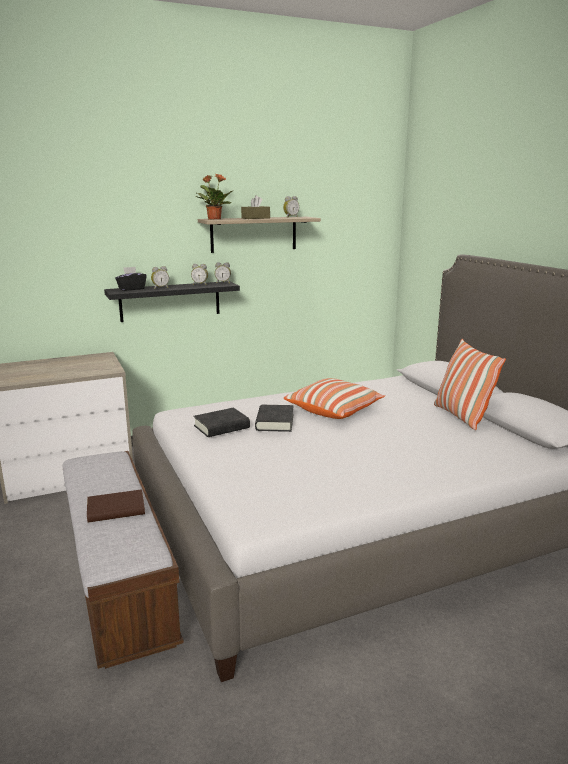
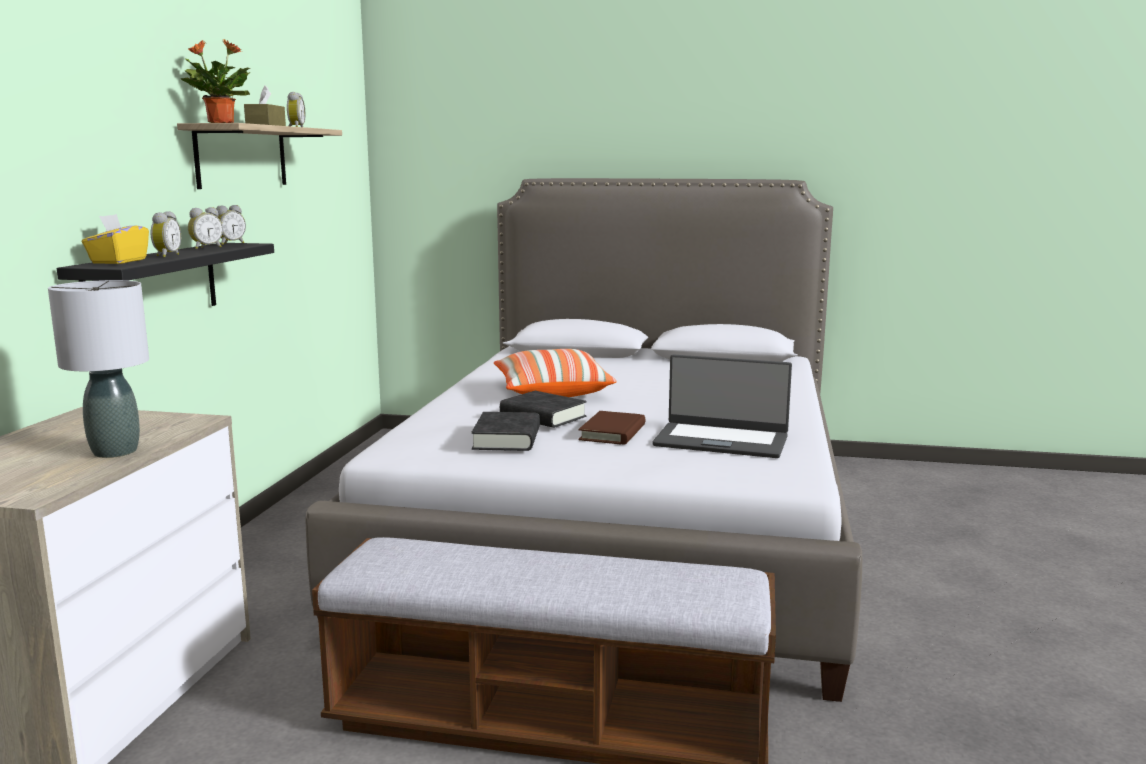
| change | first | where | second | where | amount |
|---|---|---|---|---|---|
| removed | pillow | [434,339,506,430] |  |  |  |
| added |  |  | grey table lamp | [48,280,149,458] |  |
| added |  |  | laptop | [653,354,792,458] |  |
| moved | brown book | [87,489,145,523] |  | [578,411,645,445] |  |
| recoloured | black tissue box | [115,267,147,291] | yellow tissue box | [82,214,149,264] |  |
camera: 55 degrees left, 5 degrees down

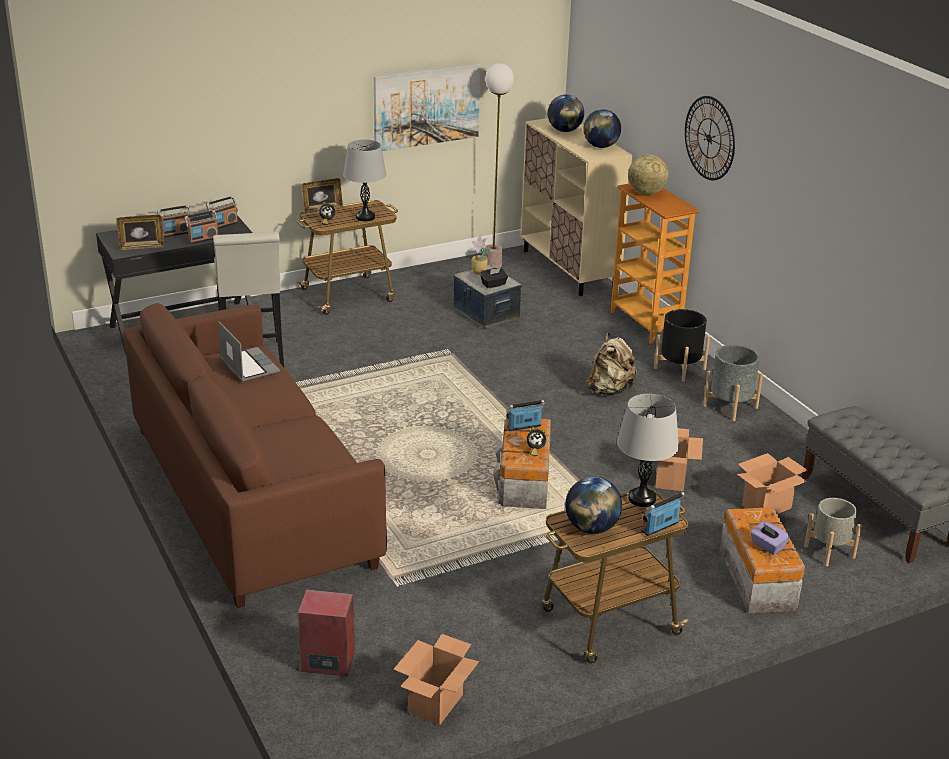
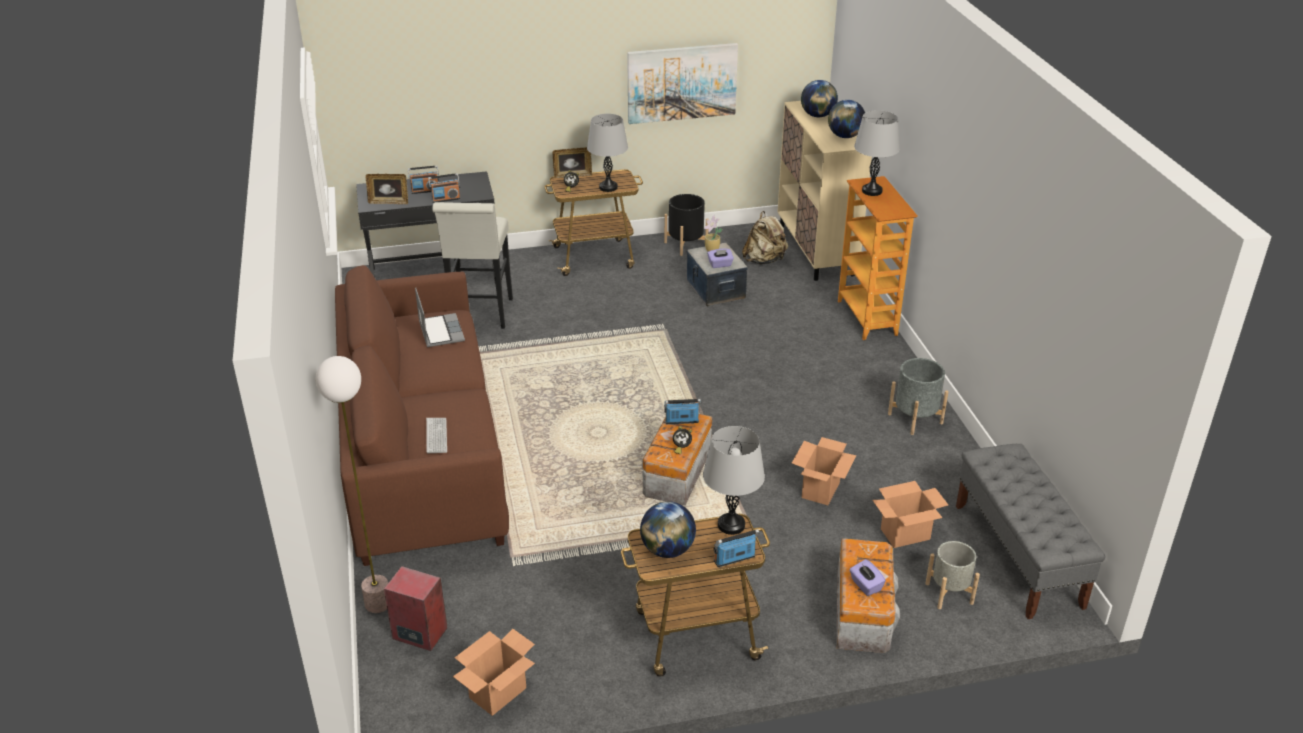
| change | first | where | second | where | amount |
|---|---|---|---|---|---|
| removed | radio | [206,196,238,229] |  |  |  |
| removed | wall clock | [685,96,735,180] |  |  |  |
| added |  |  | keyboard | [426,418,447,453] |  |
| moved | floor lamp | [484,63,514,268] |  | [316,356,388,613] |  |
| moved | beige backpack | [587,333,637,395] |  | [742,211,788,265] |  |
| moved | black planter | [654,309,710,382] |  | [664,194,709,256] |  |
| replaced | globe | [628,154,669,195] | grey table lamp | [854,110,900,196] |  |
| recoloured | black tissue box | [480,268,508,288] | purple tissue box | [707,249,734,268] |  |
camera: 15 degrees right, 5 degrees up

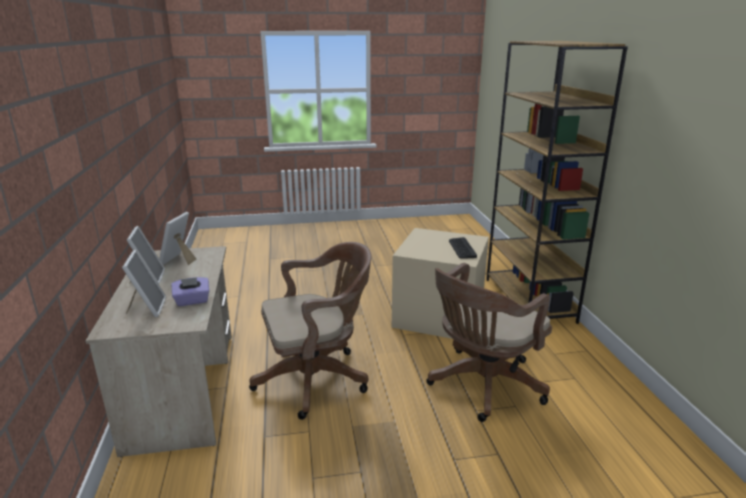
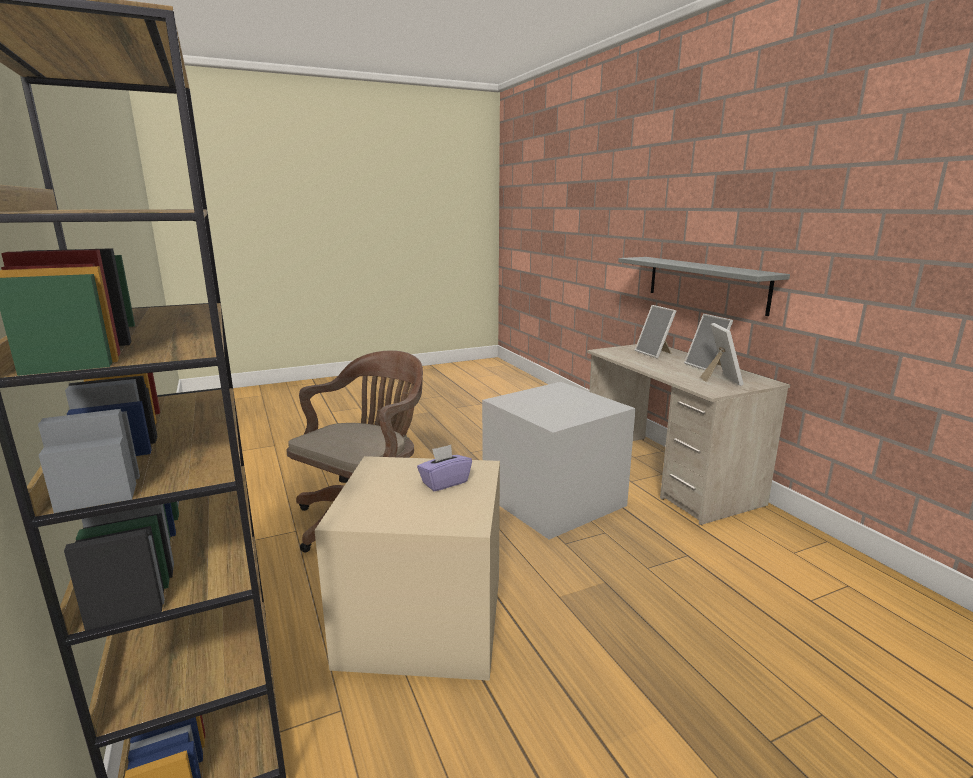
| change | first | where | second | where | amount |
|---|---|---|---|---|---|
| removed | keyboard | [449,237,477,259] |  |  |  |
| added |  |  | grey shelf | [618,257,790,316] |  |
| moved | purple tissue box | [171,277,209,306] |  | [417,445,472,491] |  |
| replaced | brown office chair | [249,242,371,420] | grey storage box | [482,382,636,539] |  |
camera: 165 degrees right, 5 degrees down

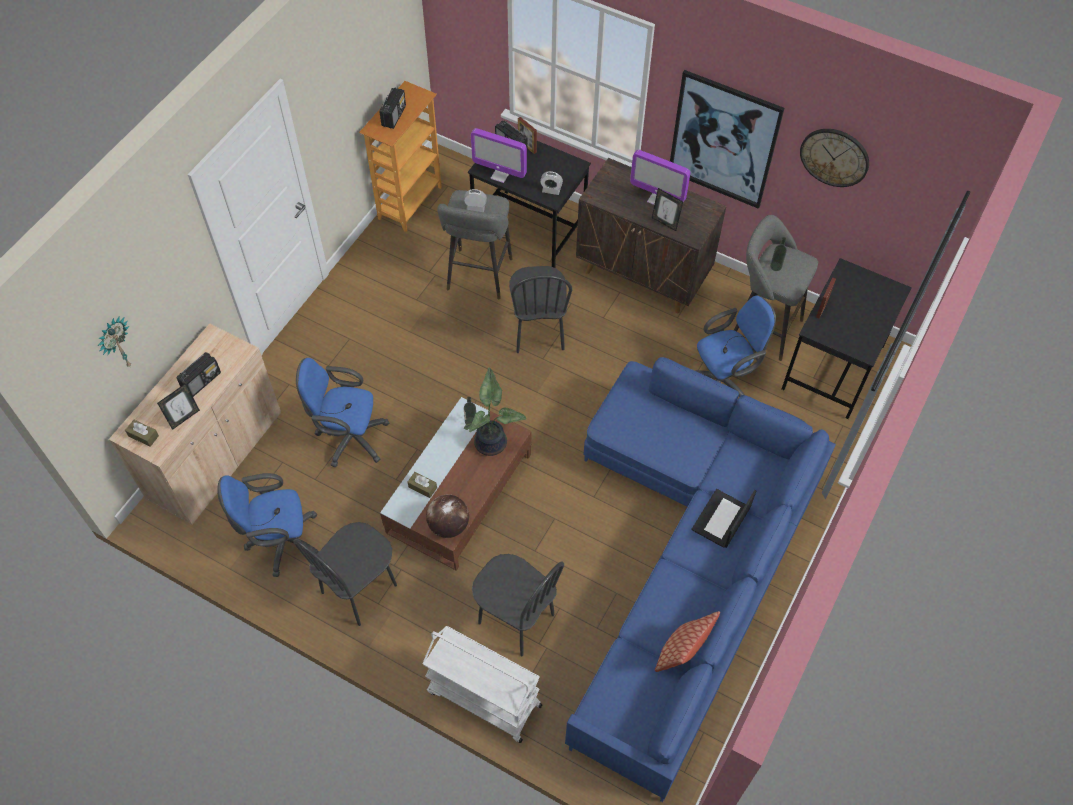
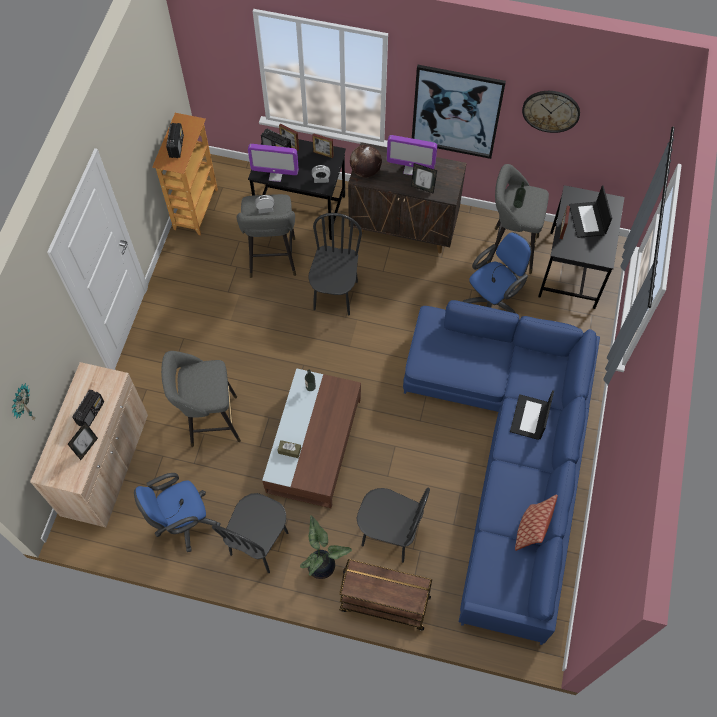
| change | first | where | second | where | amount |
|---|---|---|---|---|---|
| removed | brown tissue box | [125,420,159,447] |  |  |  |
| added |  |  | picture frame | [312,133,334,158] |  |
| added |  |  | laptop | [569,186,612,238] |  |
| moved | globe | [426,494,469,538] |  | [350,145,382,177] |  |
| moved | potted plant | [464,367,526,456] |  | [300,515,352,579] |  |
| replaced | blue office chair | [296,358,389,467] | grey stool | [161,351,241,447] |  |
| recoloured | white cart | [422,626,542,743] | brown cart | [339,559,432,631] |  |
| turned | black chair | [509,266,572,353] |  | [308,213,362,315] | 150 degrees counterclockwise |
camera: 15 degrees left, 5 degrees up

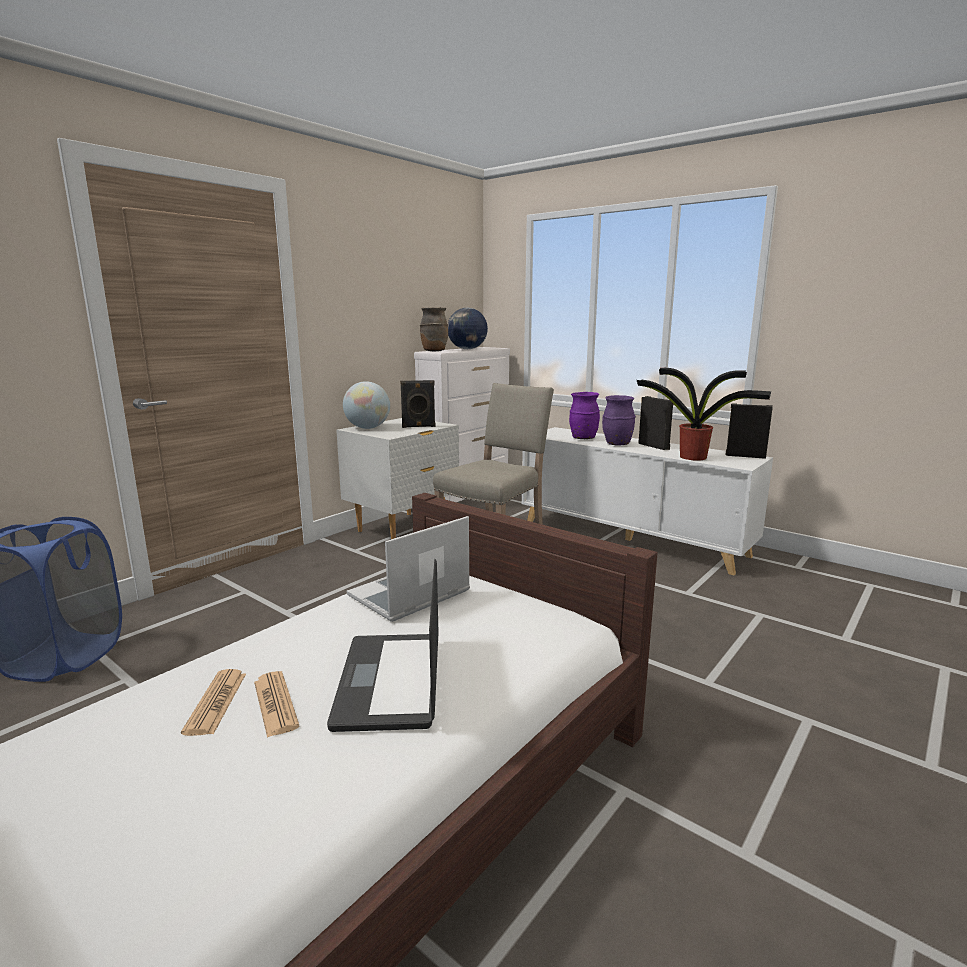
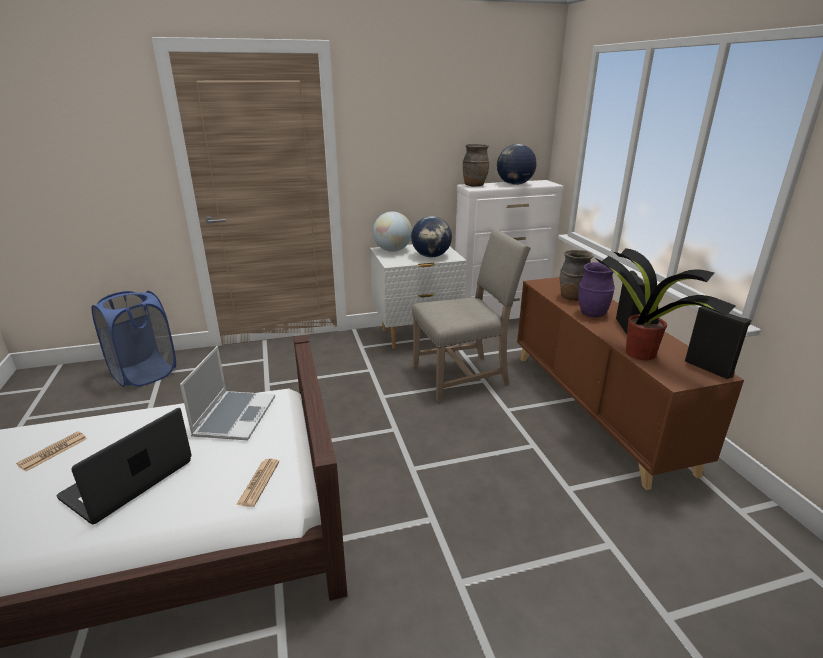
| change | first | where | second | where | amount |
|---|---|---|---|---|---|
| moved | newspaper | [254,671,299,738] |  | [236,459,279,507] |  |
| replaced | black speaker | [400,380,435,428] | globe | [411,216,452,257] |  |
| recoloured | white cabinet | [522,427,773,575] | brown cabinet | [517,277,744,490] |  |
| recoloured | purple vase | [569,392,600,439] | brown vase | [560,250,594,301] |  |
| turned | laptop | [347,516,470,622] |  | [180,346,275,440] | 105 degrees clockwise |
camera: 35 degrees right, 10 degrees up

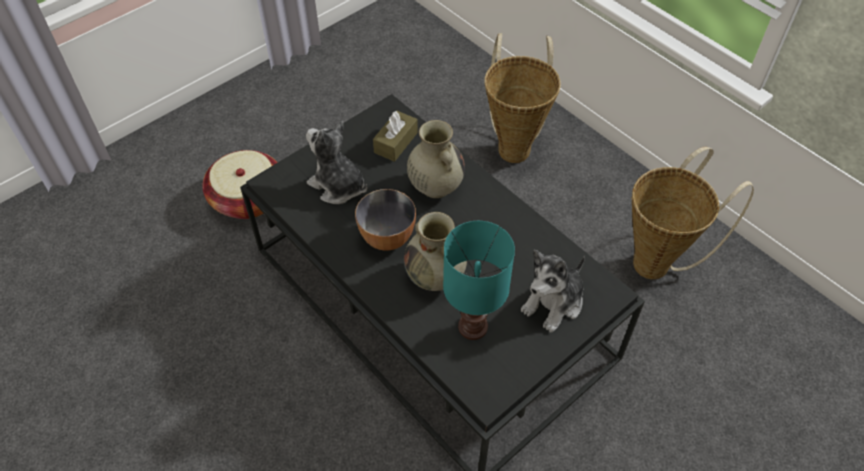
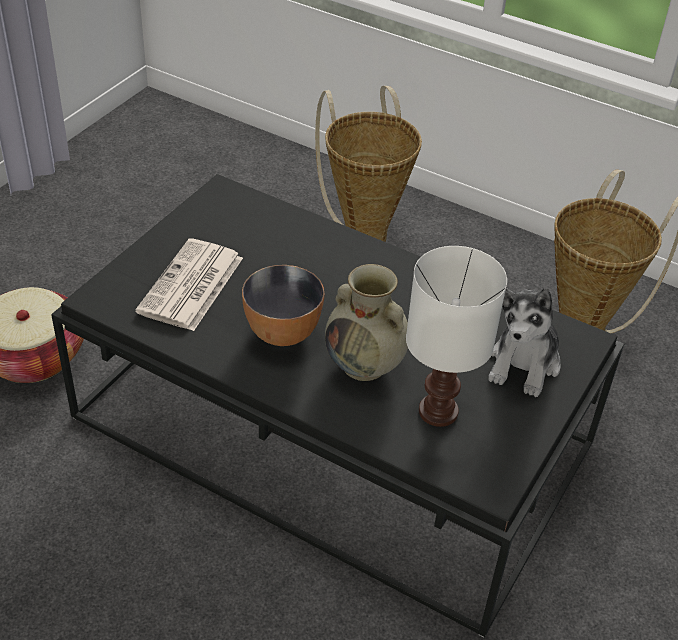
| change | first | where | second | where | amount |
|---|---|---|---|---|---|
| removed | brown tissue box | [373,111,418,162] |  |  |  |
| removed | beige vase | [407,120,465,198] |  |  |  |
| replaced | plush toy | [306,121,367,204] | newspaper | [135,239,243,331] |  |
| recoloured | turquoise table lamp | [443,221,515,340] | white table lamp | [406,246,507,427] |  |
camera: 20 degrees left, 10 degrees down

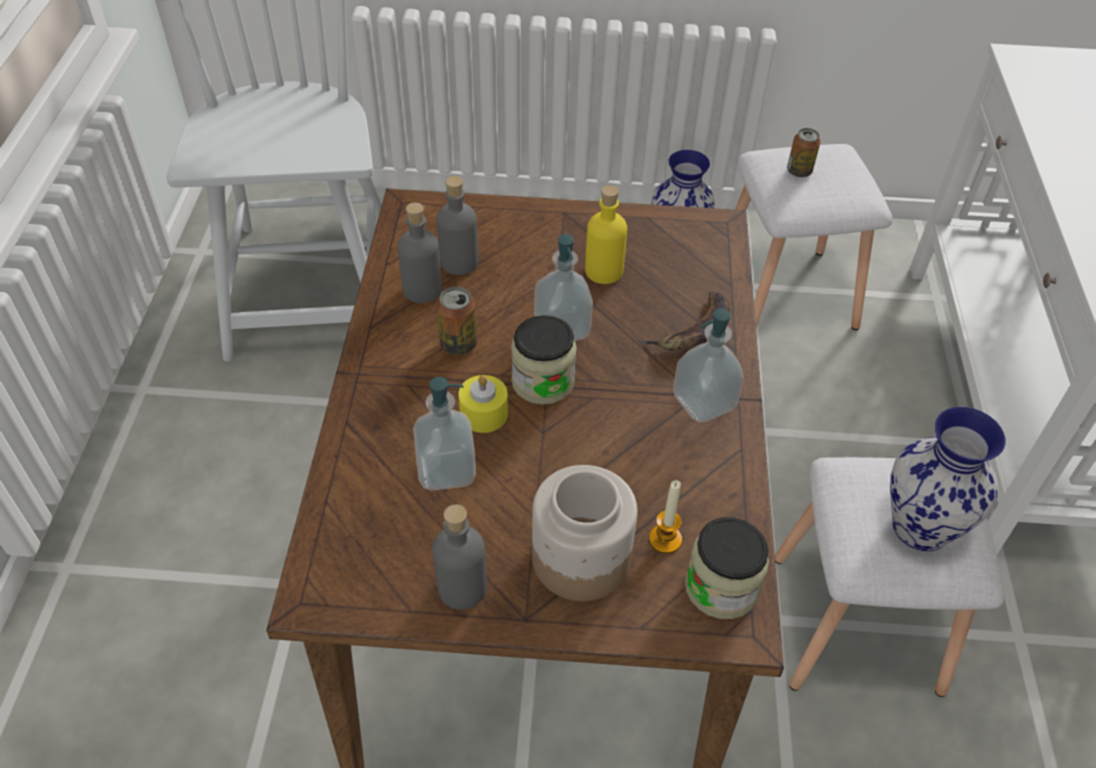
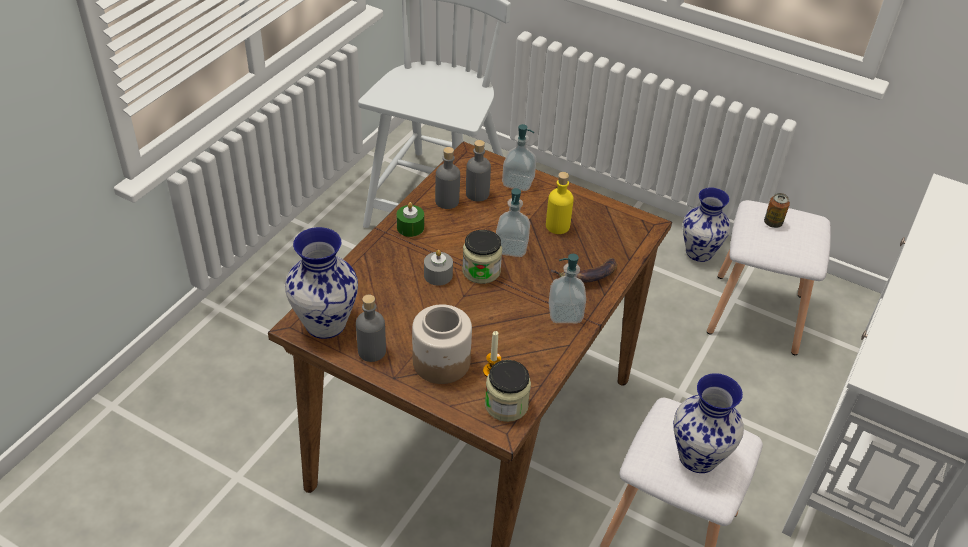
| change | first | where | second | where | amount |
|---|---|---|---|---|---|
| removed | can | [436,287,477,355] |  |  |  |
| added |  |  | vase | [285,227,358,339] |  |
| added |  |  | green candle | [396,202,424,237] |  |
| moved | soap dispenser | [413,377,476,491] |  | [502,124,536,191] |  |
| recoloured | yellow candle | [458,375,508,433] | grey candle | [424,250,453,286] |  |
camera: 25 degrees right, 5 degrees down

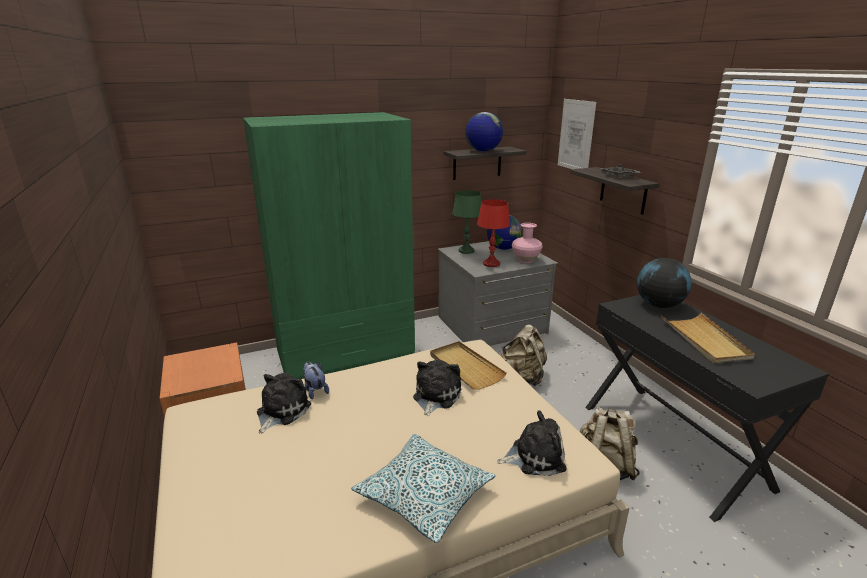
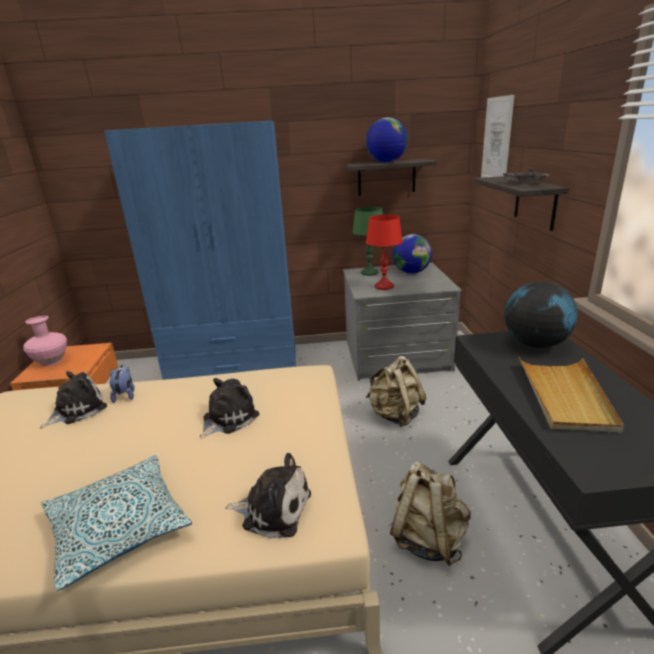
| change | first | where | second | where | amount |
|---|---|---|---|---|---|
| removed | beige tray | [430,341,507,390] |  |  |  |
| moved | pink vase | [512,223,543,263] |  | [23,316,67,366] |  |
| recoloured | green wardrobe | [243,112,415,379] | blue wardrobe | [104,121,296,380] |  |
camera: 20 degrees right, 0 degrees up

